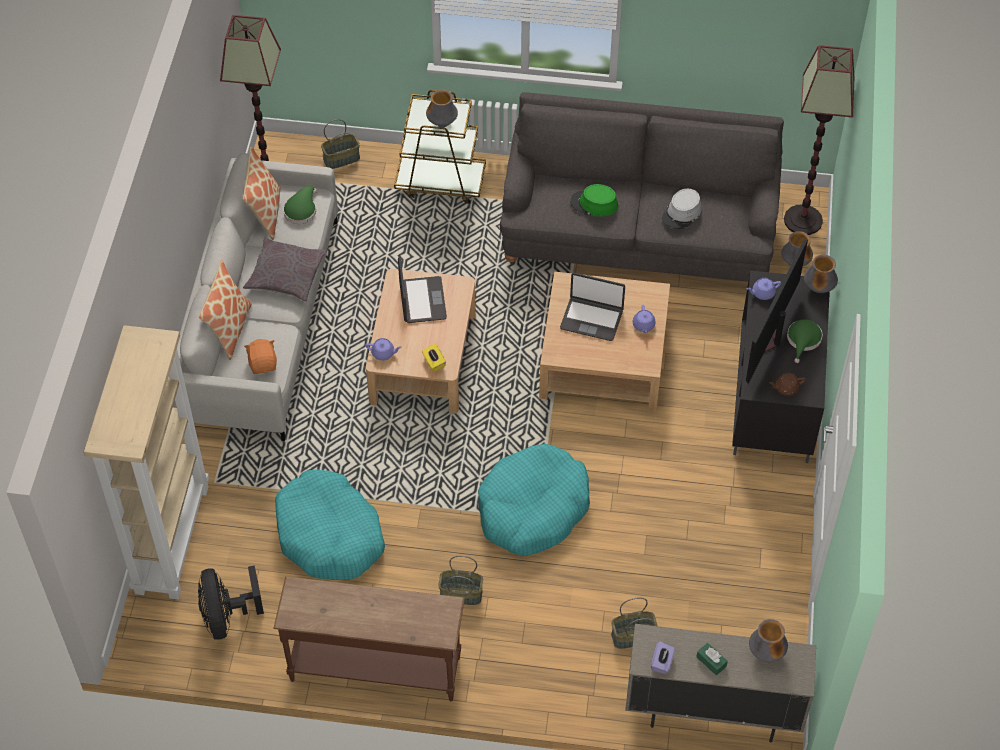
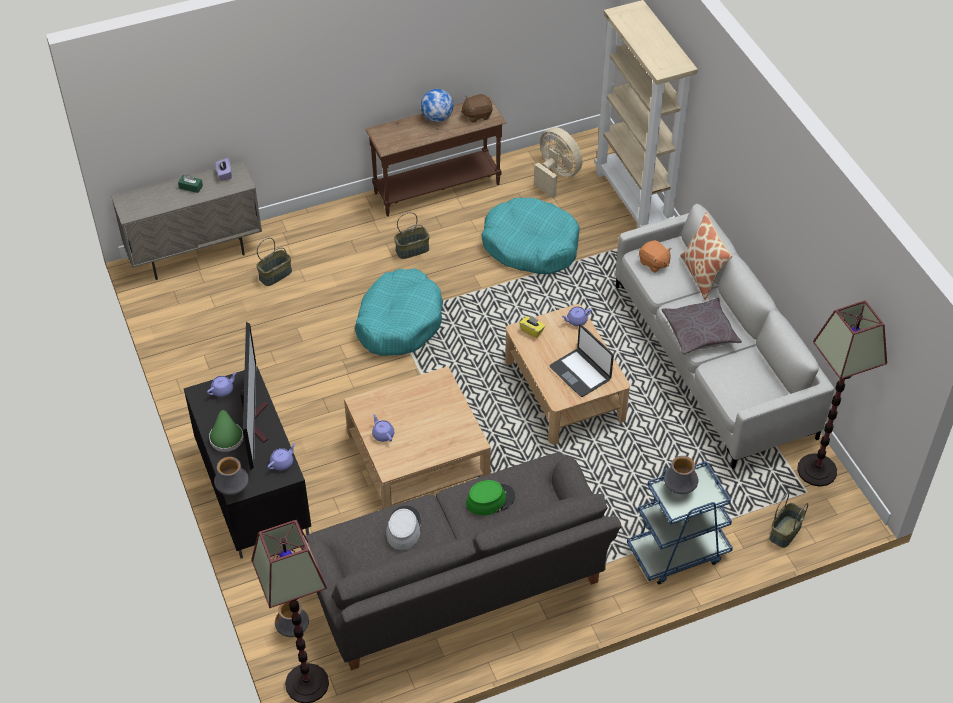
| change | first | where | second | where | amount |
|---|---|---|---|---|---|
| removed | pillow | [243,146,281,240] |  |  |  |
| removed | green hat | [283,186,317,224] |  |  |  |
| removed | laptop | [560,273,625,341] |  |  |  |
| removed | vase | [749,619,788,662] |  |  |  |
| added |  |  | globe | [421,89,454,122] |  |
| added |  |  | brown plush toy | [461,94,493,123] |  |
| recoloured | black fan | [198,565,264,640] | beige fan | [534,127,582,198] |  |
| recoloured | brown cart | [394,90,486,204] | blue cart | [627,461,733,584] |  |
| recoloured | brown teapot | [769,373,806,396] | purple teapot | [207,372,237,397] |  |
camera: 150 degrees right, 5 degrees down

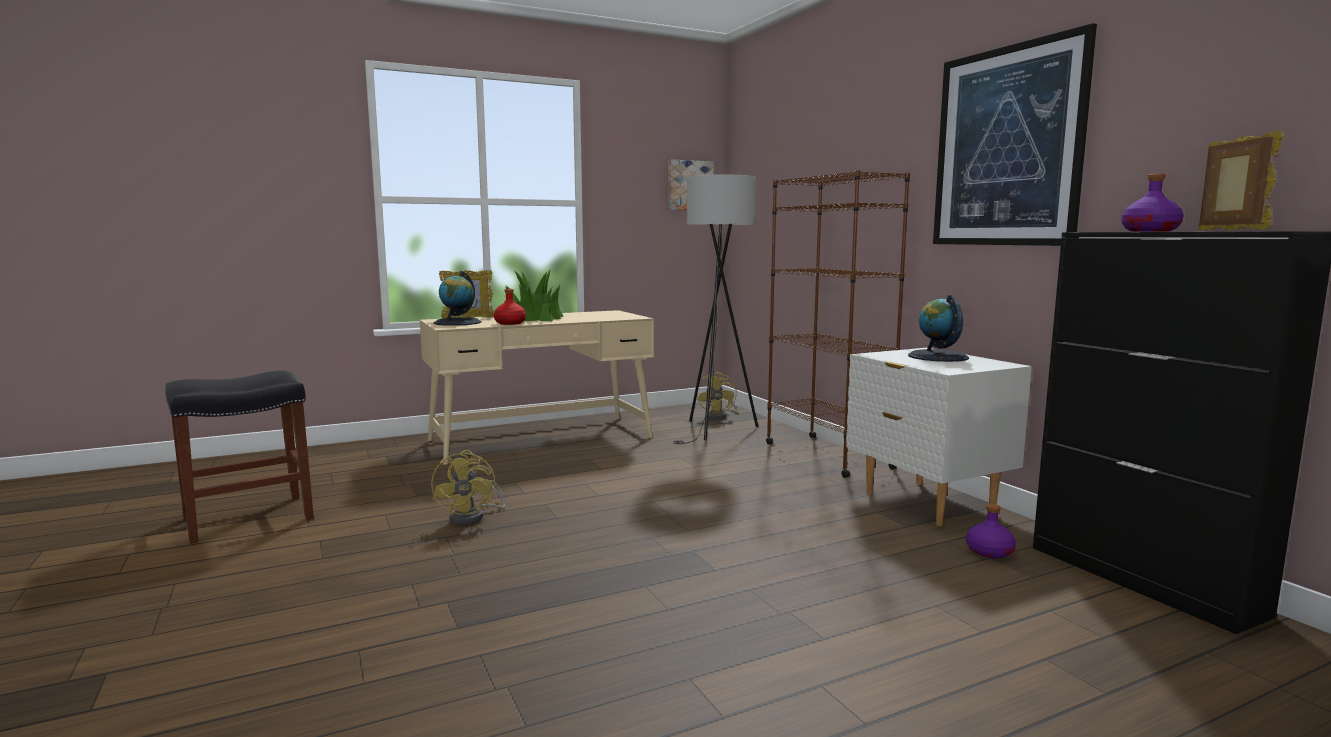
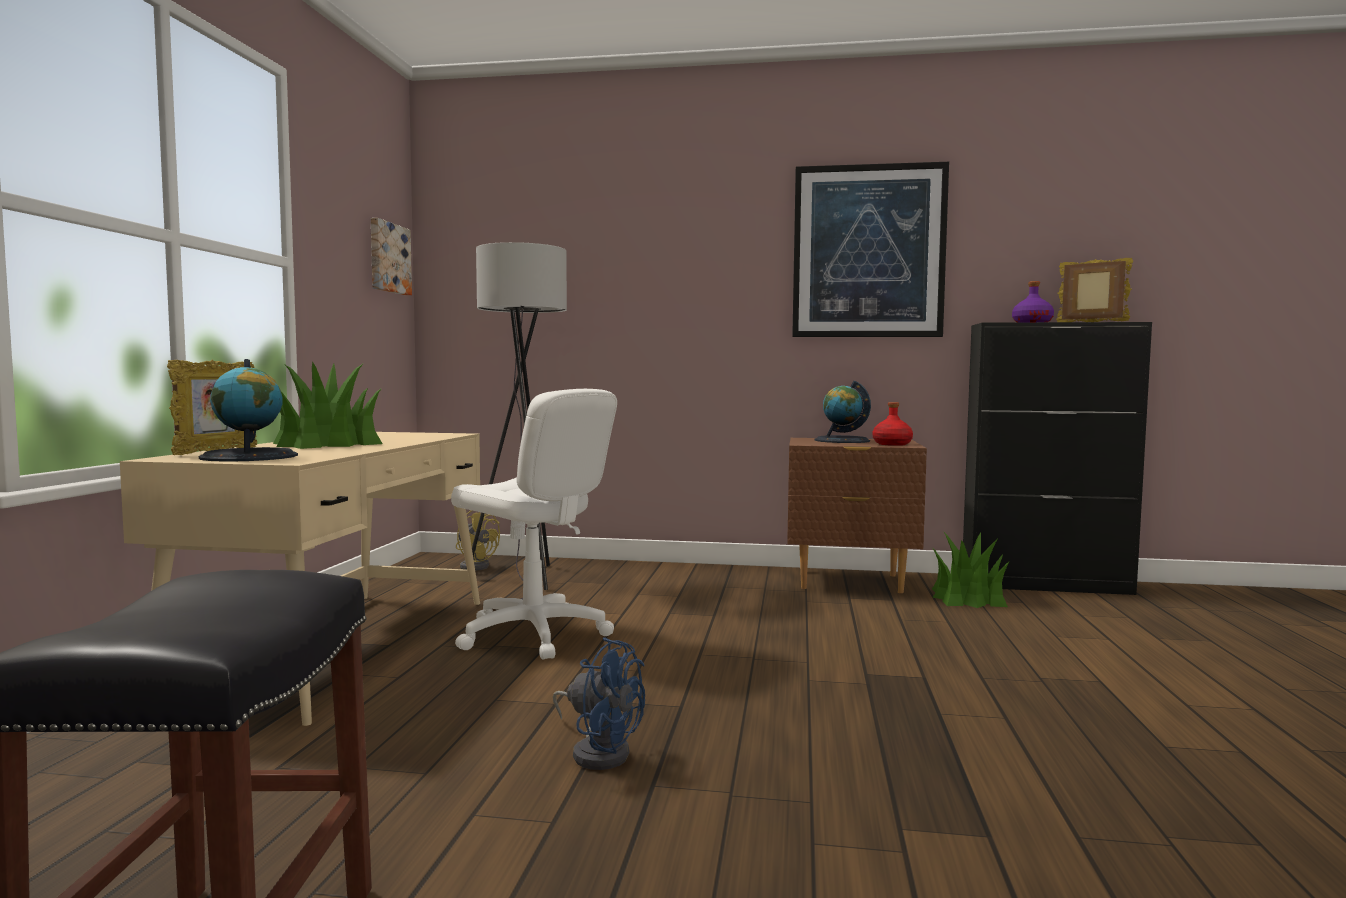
| change | first | where | second | where | amount |
|---|---|---|---|---|---|
| removed | brown bookcase | [766,170,910,478] |  |  |  |
| added |  |  | white office chair | [451,389,617,659] |  |
| moved | red bottle | [494,289,526,325] |  | [873,402,913,446] |  |
| replaced | purple bottle | [966,504,1016,559] | potted plant | [932,531,1010,608] |  |
| recoloured | yellow fan | [431,450,505,525] | blue fan | [553,637,645,770] |  |
| recoloured | white nightstand | [846,348,1032,526] | brown nightstand | [787,438,927,593] |  |
camera: 55 degrees left, 5 degrees down

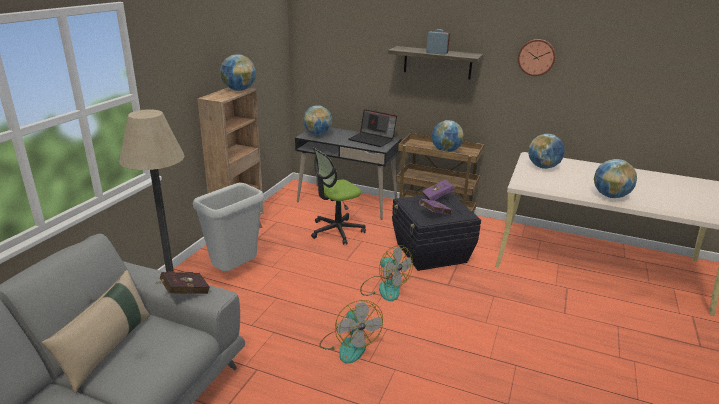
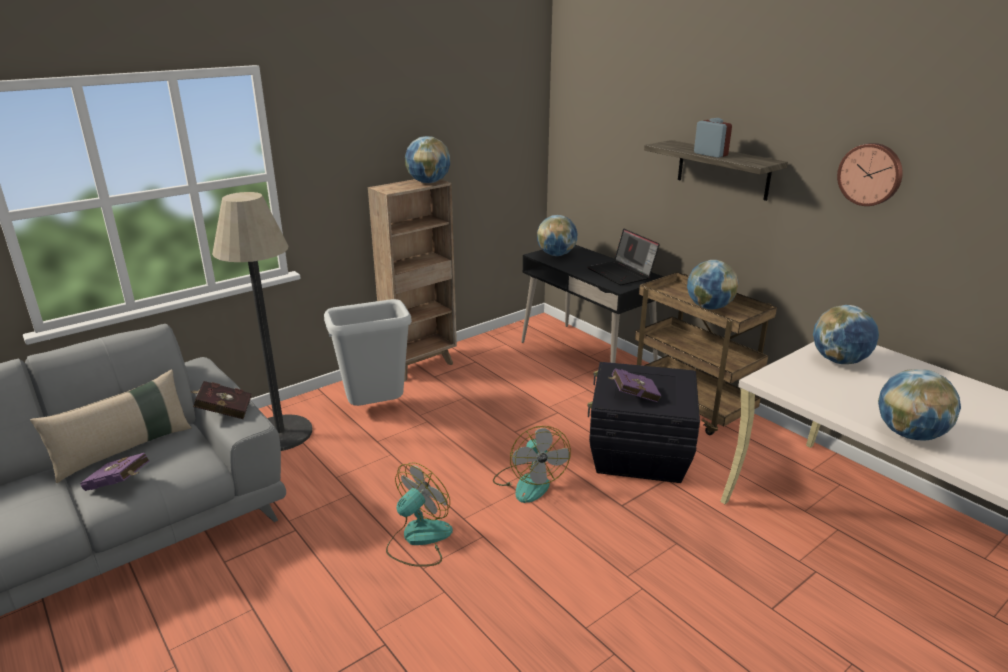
| change | first | where | second | where | amount |
|---|---|---|---|---|---|
| removed | office chair | [311,148,366,245] |  |  |  |
| moved | purple book | [422,180,455,201] |  | [80,453,149,491] |  |
| turned | fan | [319,300,383,364] |  | [386,462,453,567] | 150 degrees counterclockwise |
camera: 30 degrees right, 0 degrees up

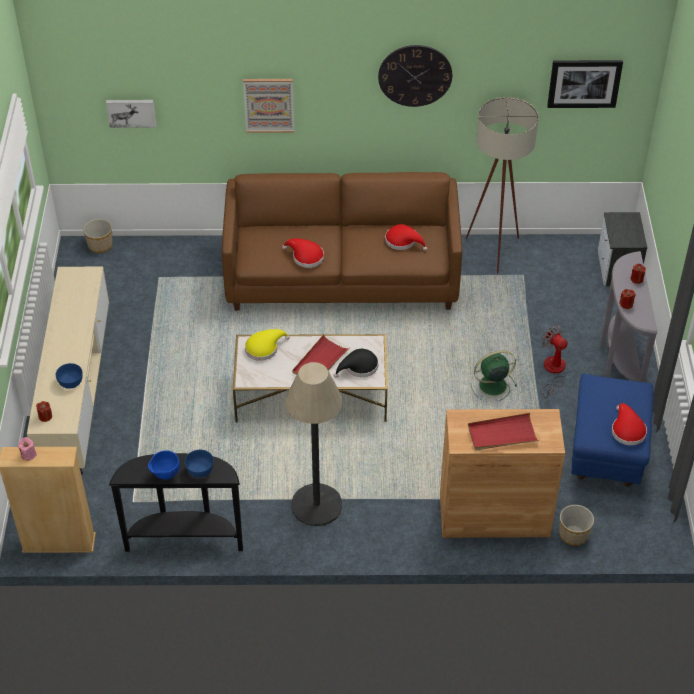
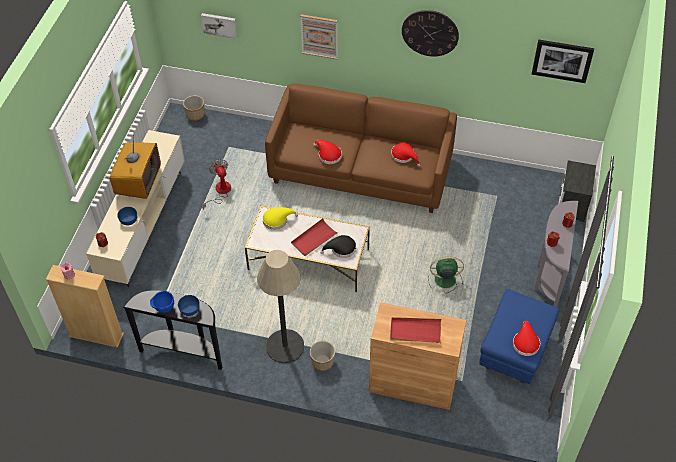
| change | first | where | second | where | amount |
|---|---|---|---|---|---|
| removed | beige floor lamp | [466,97,539,273] |  |  |  |
| added |  |  | television | [110,134,161,199] |  |
| moved | fan | [541,325,568,398] |  | [201,159,231,210] |  |
| moved | planter | [559,505,594,546] |  | [310,341,335,371] |  |
camera: 15 degrees right, 5 degrees up

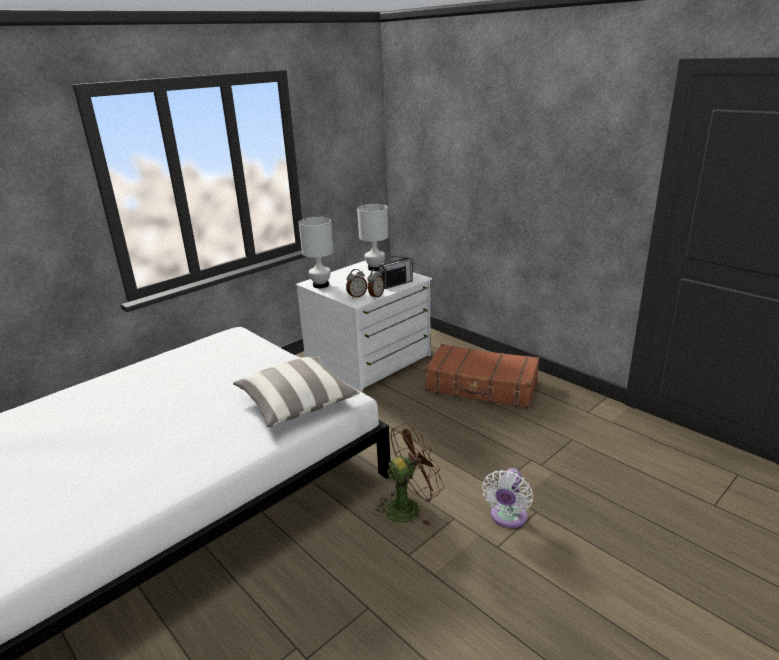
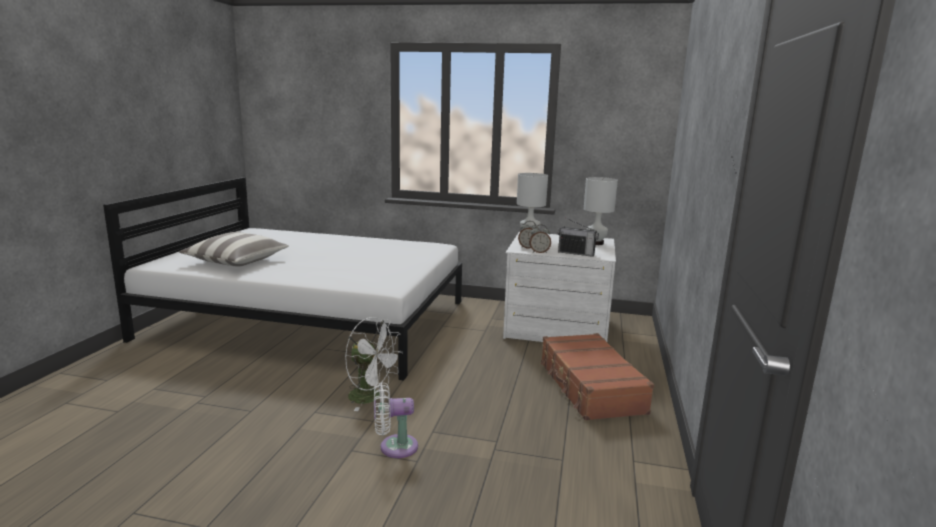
| change | first | where | second | where | amount |
|---|---|---|---|---|---|
| moved | pillow | [233,356,360,427] |  | [179,232,289,266] |  |
| recoloured | brown fan | [374,423,444,526] | white fan | [345,317,403,411] |  |
camera: 55 degrees right, 10 degrees down

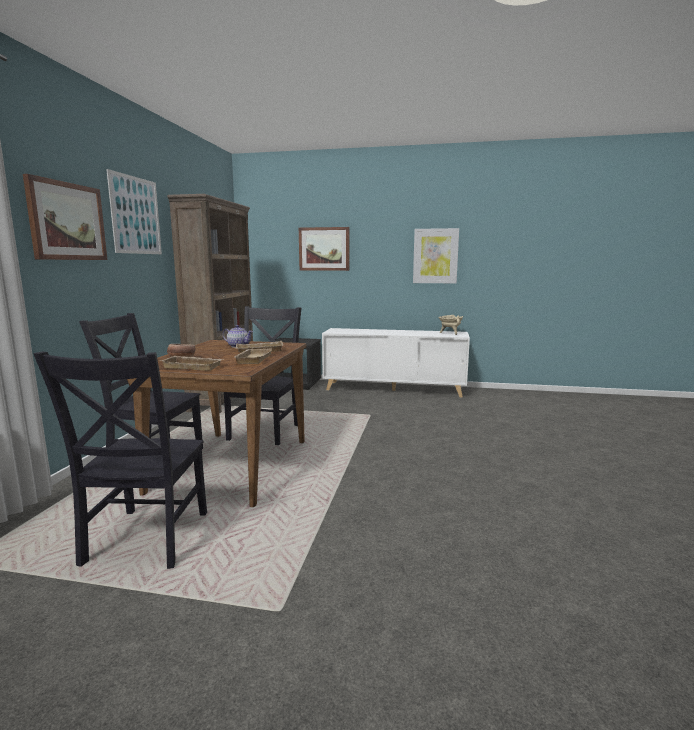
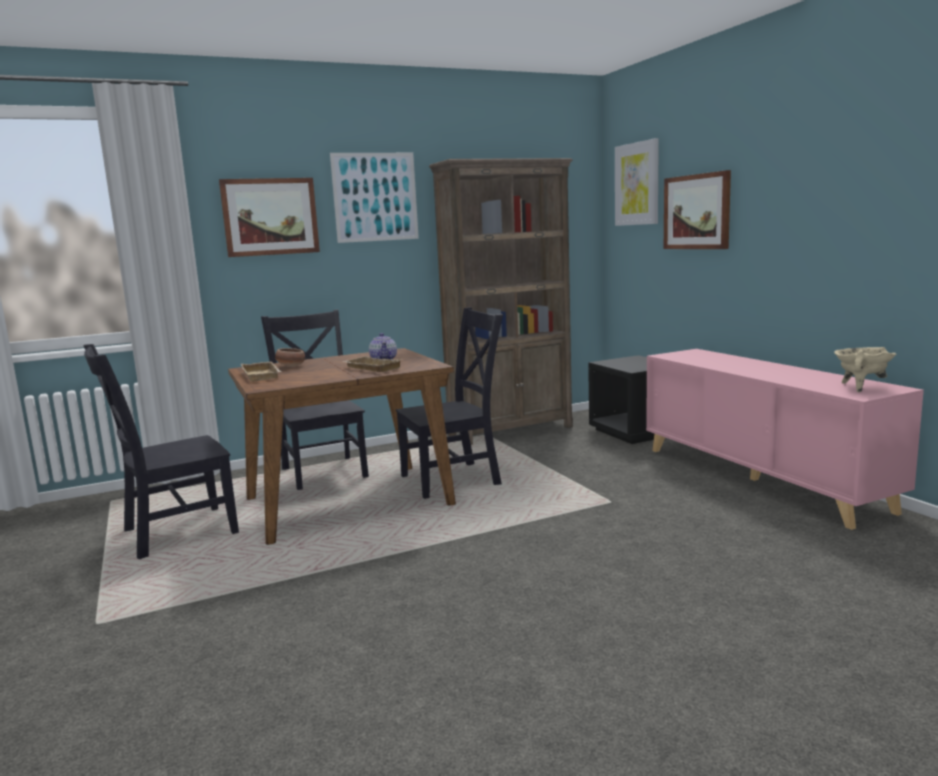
| change | first | where | second | where | amount |
|---|---|---|---|---|---|
| removed | beige tray | [235,349,272,364] |  |  |  |
| moved | picture | [413,228,459,283] |  | [615,138,659,226] |  |
| recoloured | white cabinet | [322,328,470,398] | pink cabinet | [646,349,924,530] |  |
camera: 55 degrees right, 0 degrees up

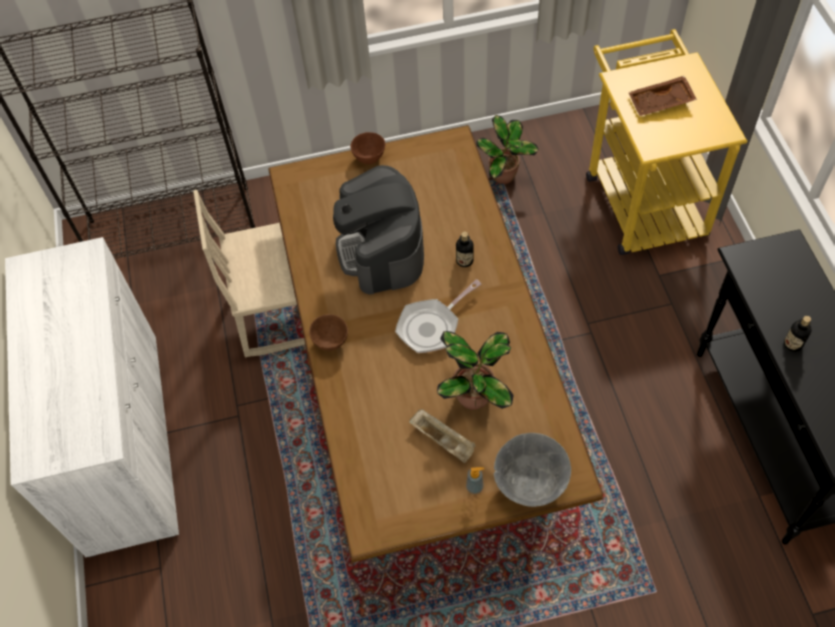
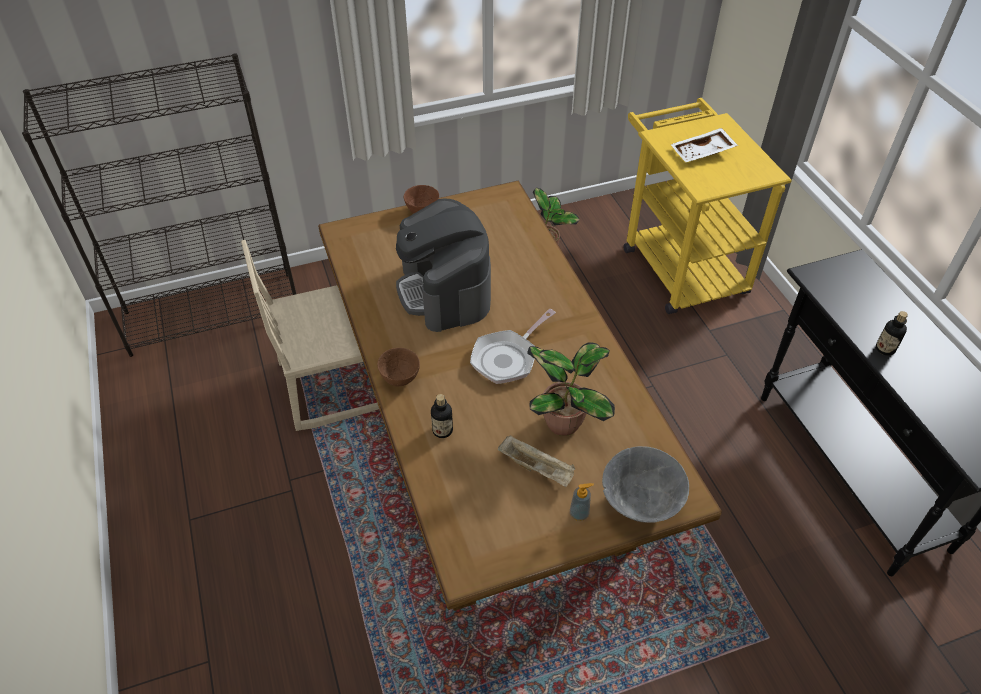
| change | first | where | second | where | amount |
|---|---|---|---|---|---|
| removed | white cabinet | [5,237,179,557] |  |  |  |
| moved | bottle | [456,232,474,267] |  | [431,394,453,438] |  |
| recoloured | brown tray | [628,76,697,116] | white tray | [670,128,738,162] |  |
camera: 10 degrees left, 10 degrees down

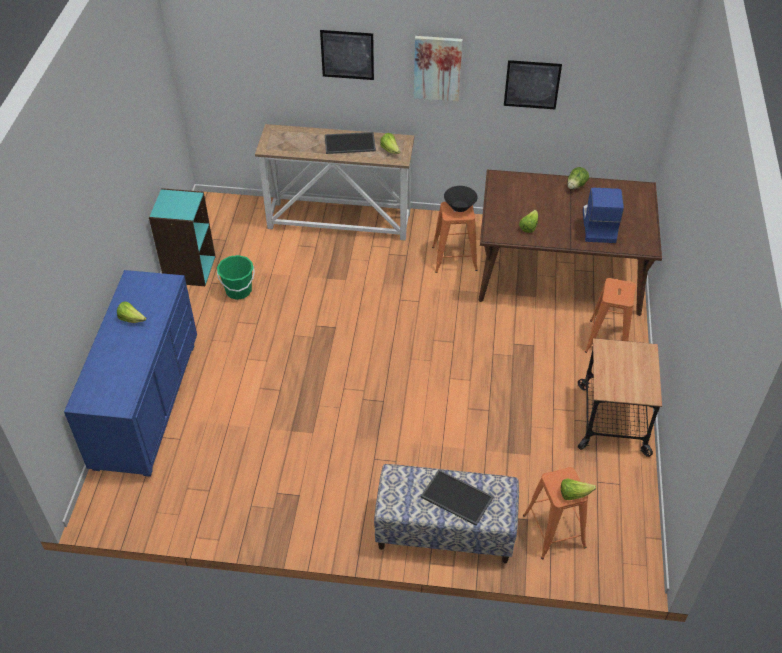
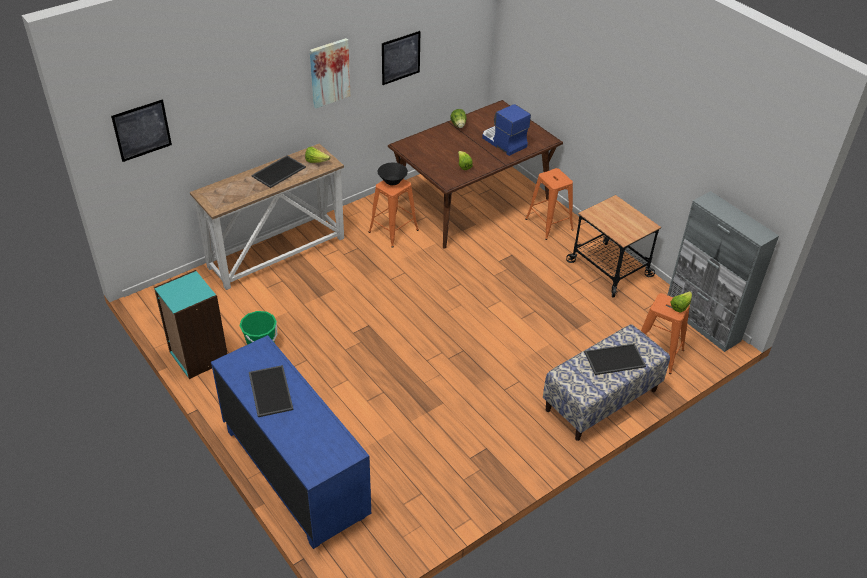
| change | first | where | second | where | amount |
|---|---|---|---|---|---|
| added |  |  | grey cabinet | [666,191,779,352] |  |
| moved | picture | [320,30,374,80] |  | [111,99,172,162] |  |
| replaced | lettuce | [117,301,146,323] | tray | [249,365,294,417] |  |
camera: 45 degrees left, 5 degrees down

